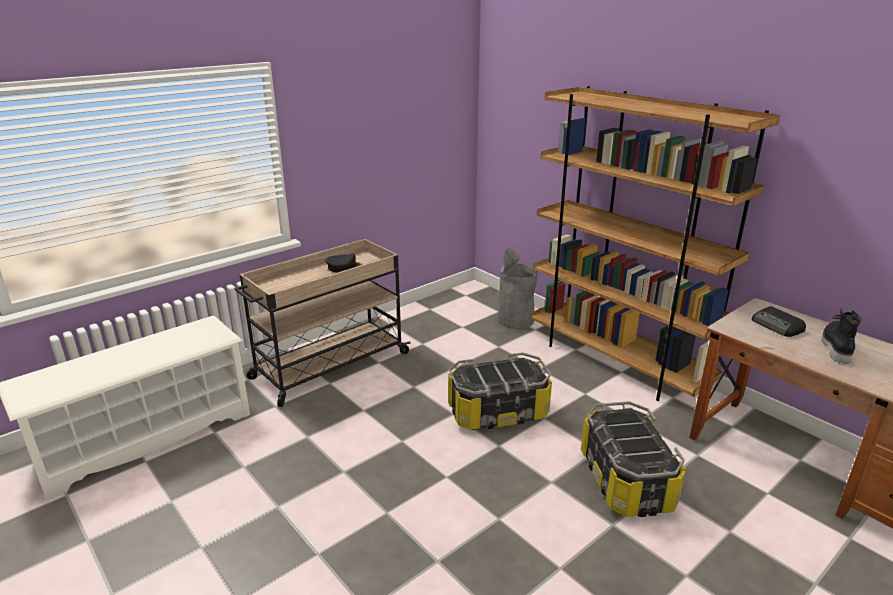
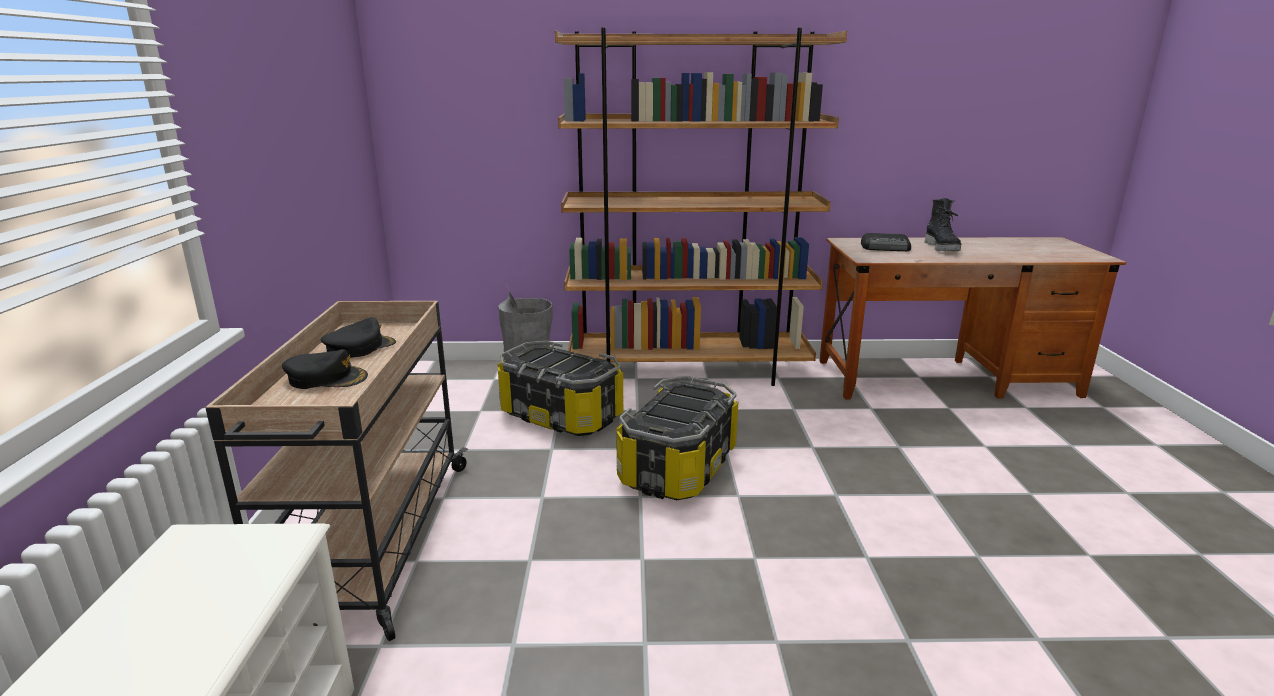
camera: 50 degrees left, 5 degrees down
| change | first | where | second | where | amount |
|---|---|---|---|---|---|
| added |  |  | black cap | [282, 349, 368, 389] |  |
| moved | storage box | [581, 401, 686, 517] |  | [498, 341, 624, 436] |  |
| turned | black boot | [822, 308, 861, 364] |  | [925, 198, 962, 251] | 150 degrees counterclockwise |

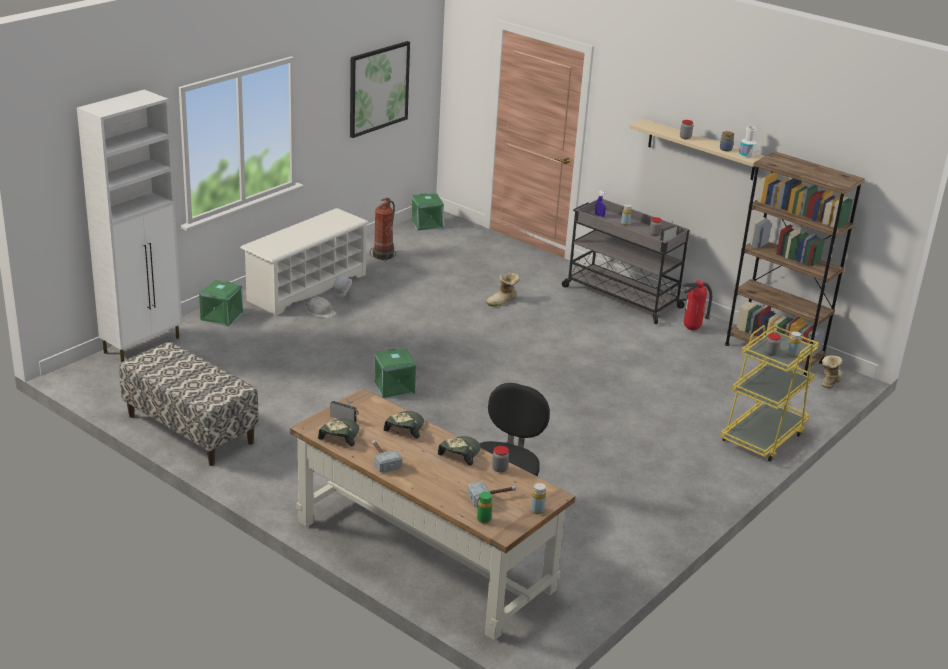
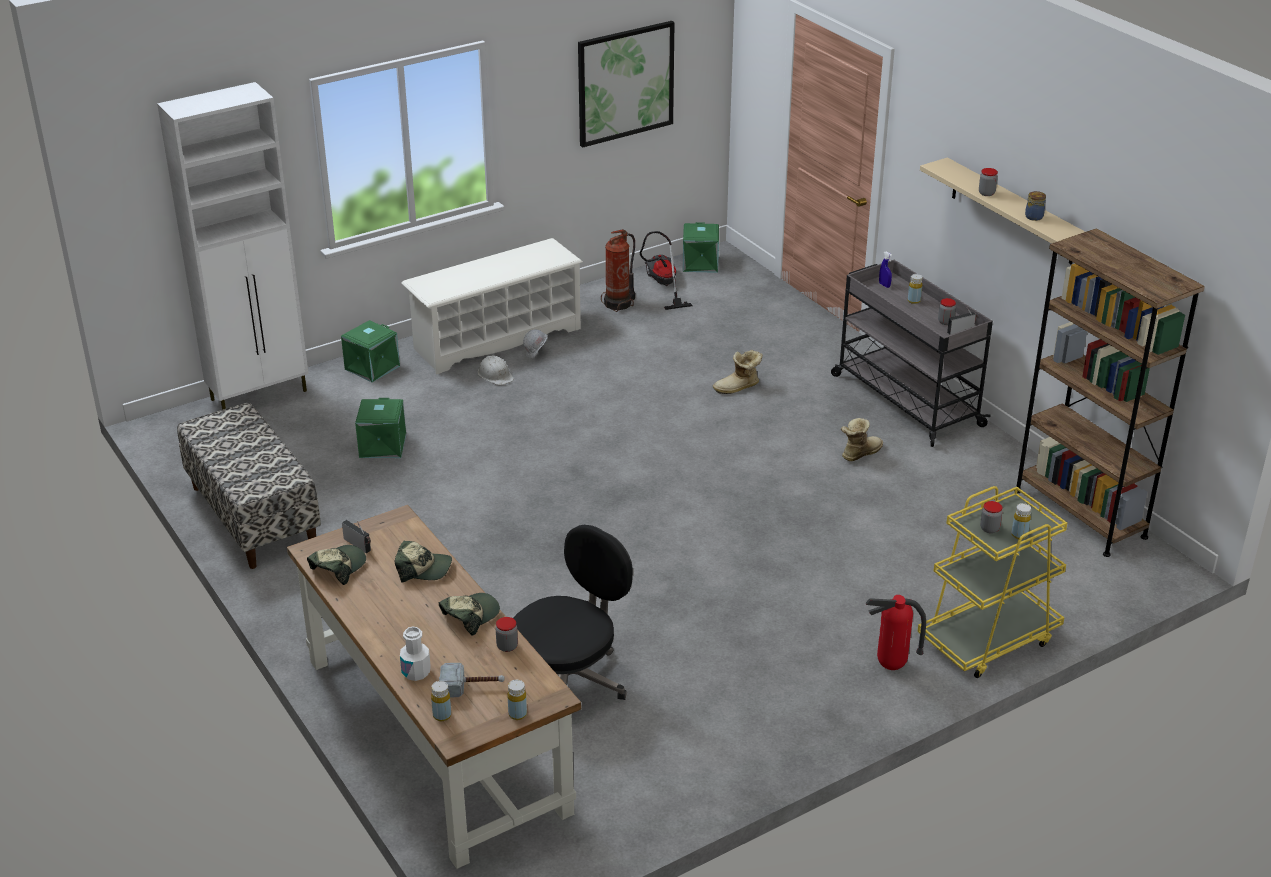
camera: 20 degrees right, 5 degrees up
| change | first | where | second | where | amount |
|---|---|---|---|---|---|
| moved | green storage box | [374, 349, 416, 398] |  | [355, 398, 406, 458] |  |
| turned | cap | [383, 411, 424, 439] |  | [395, 541, 452, 583] | 60 degrees clockwise |
| moved | white bottle | [739, 126, 757, 158] |  | [400, 627, 431, 681] |  |
| recoloured | green bottle | [477, 492, 492, 524] | yellow bottle | [431, 681, 451, 721] |  |
| added |  |  | vacuum cleaner | [640, 231, 692, 310] |  |
| moved | boot | [821, 355, 842, 389] |  | [841, 418, 883, 461] |  |
| moved | fire extinguisher | [683, 281, 712, 330] |  | [866, 595, 926, 670] |  |
| removed | hammer | [372, 440, 403, 473] |  |  |  |

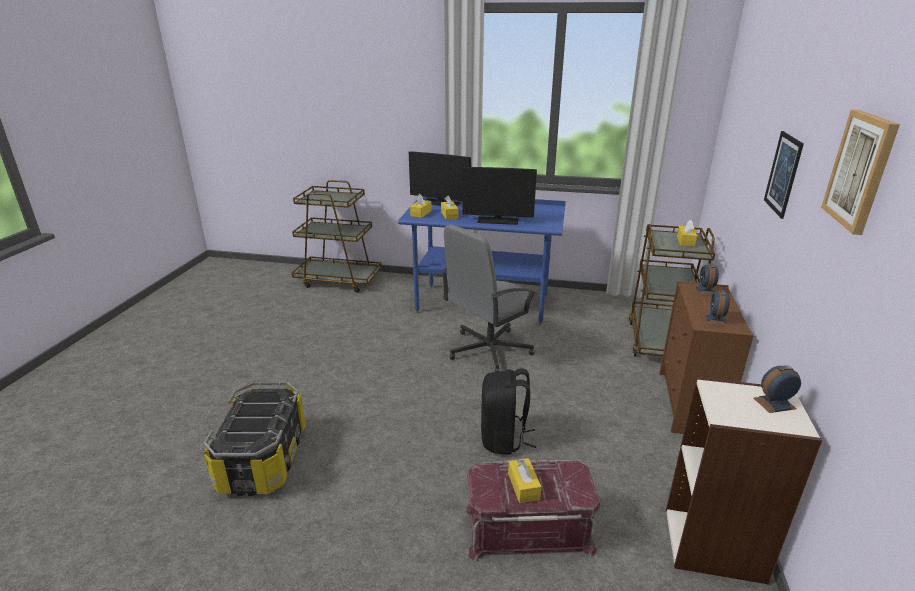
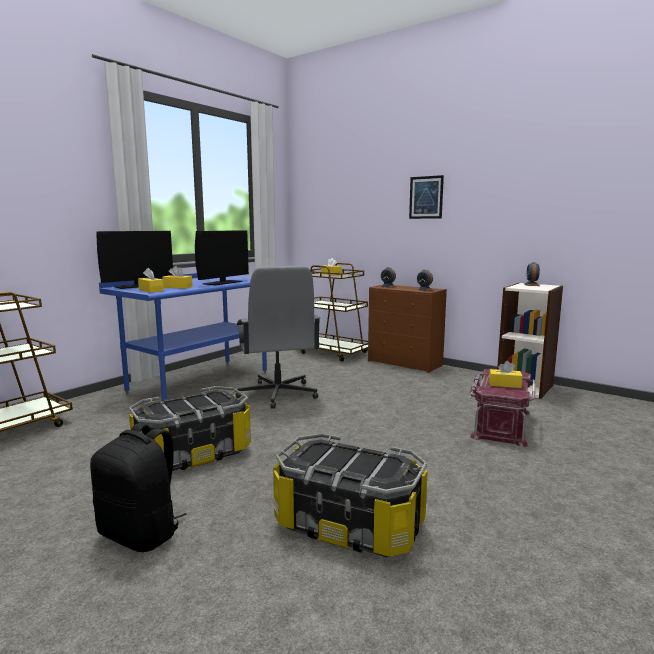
camera: 65 degrees left, 15 degrees down
| change | first | where | second | where | amount |
|---|---|---|---|---|---|
| moved | black backpack | [481, 368, 536, 455] |  | [90, 423, 187, 552] |  |
| added |  |  | storage box | [129, 386, 251, 471] |  |
| removed | picture | [821, 110, 900, 235] |  |  |  |

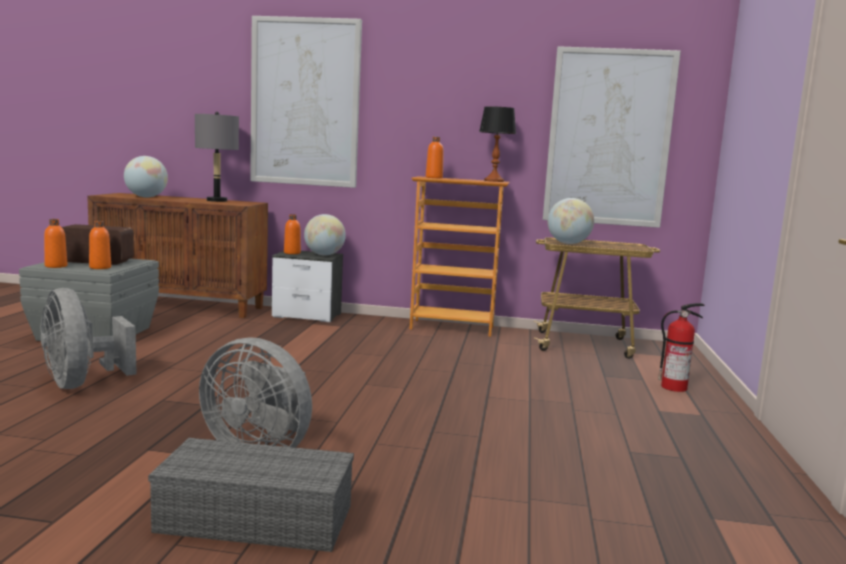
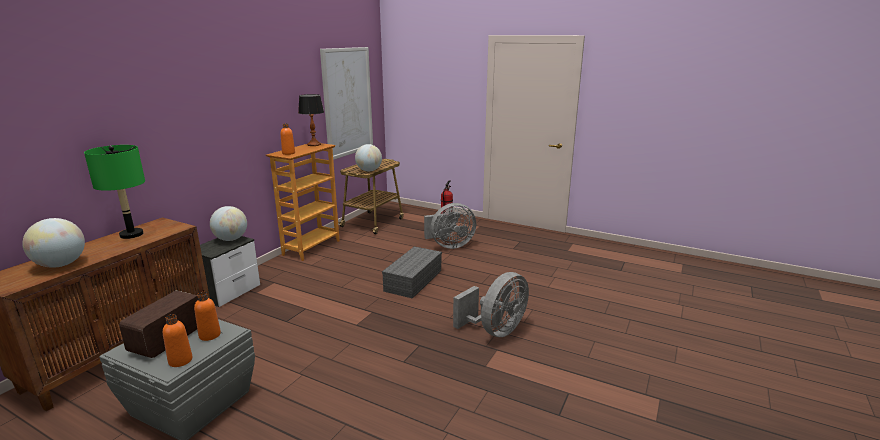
camera: 70 degrees left, 10 degrees up
| change | first | where | second | where | amount |
|---|---|---|---|---|---|
| recoloured | grey table lamp | [195, 112, 239, 202] | green table lamp | [84, 145, 145, 239] |  |
| moved | grey storage box | [148, 438, 354, 552] |  | [382, 247, 442, 299] |  |
| moved | grey fan | [40, 288, 137, 389] |  | [424, 203, 476, 249] |  |
| removed | picture | [250, 16, 362, 188] |  |  |  |
| removed | orange bottle | [284, 214, 301, 254] |  |  |  |

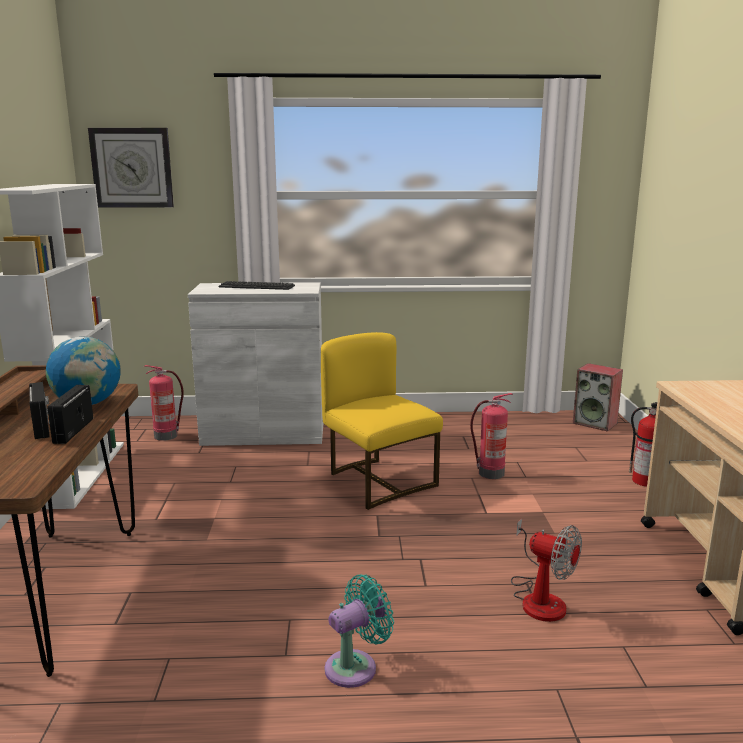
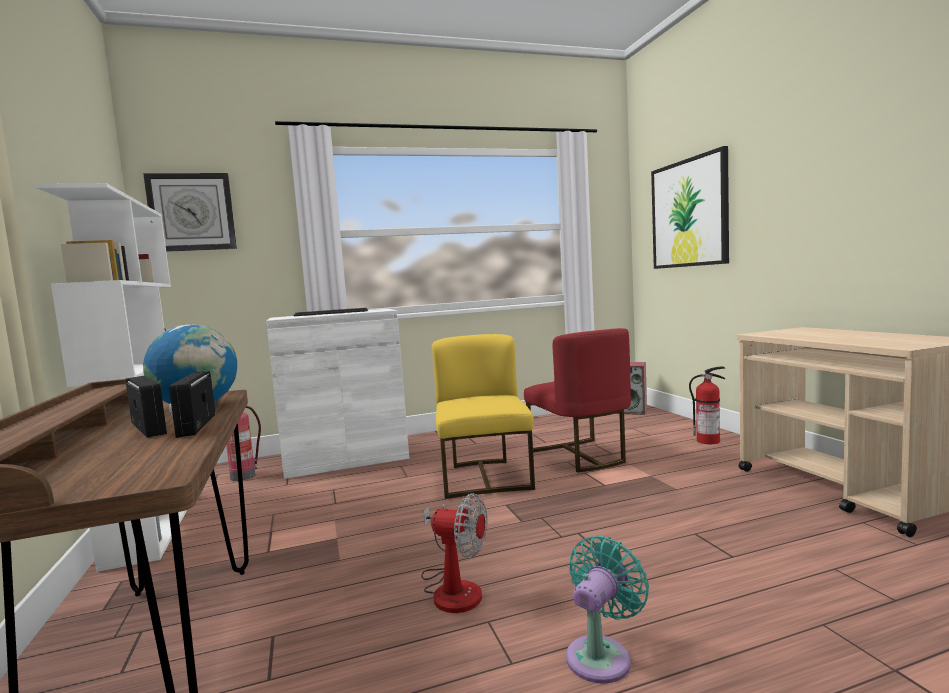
camera: 15 degrees left, 10 degrees down
| change | first | where | second | where | amount |
|---|---|---|---|---|---|
| moved | fan | [511, 519, 582, 622] |  | [421, 493, 487, 613] |  |
| turned | yellow chair | [321, 332, 443, 510] |  | [432, 334, 535, 499] | 45 degrees clockwise |
| replaced | fire extinguisher | [470, 393, 513, 479] | red chair | [524, 328, 631, 473] |  |
| added |  |  | picture | [651, 146, 729, 269] |  |

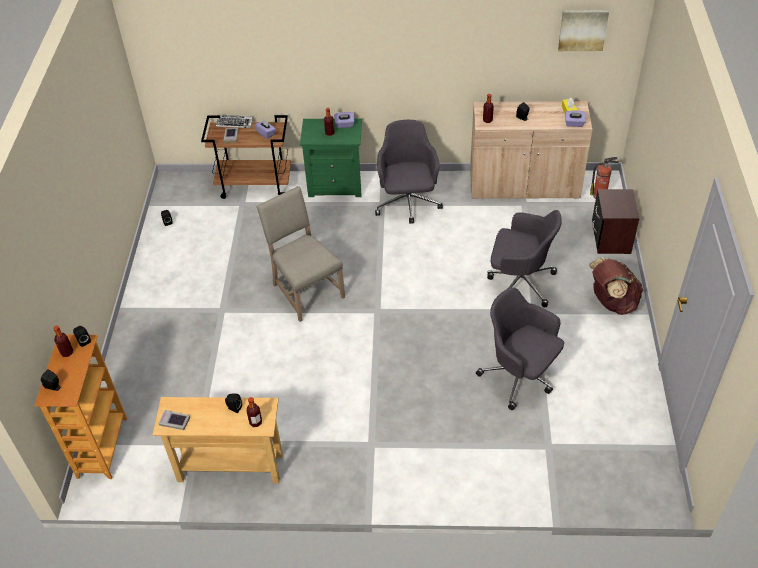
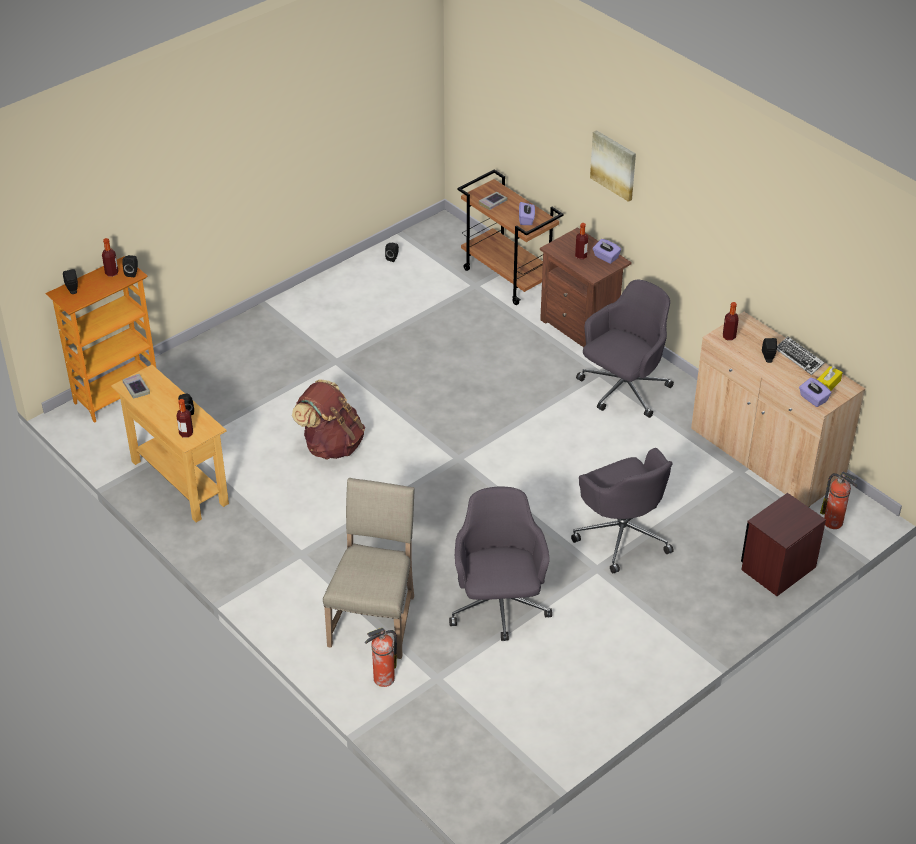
camera: 45 degrees right, 5 degrees down
| change | first | where | second | where | amount |
|---|---|---|---|---|---|
| moved | brown backpack | [589, 257, 644, 315] |  | [292, 379, 365, 460] |  |
| moved | beige chair | [257, 186, 345, 322] |  | [323, 478, 415, 659] |  |
| added |  |  | fire extinguisher | [365, 628, 397, 687] |  |
| recoloured | green nightstand | [300, 118, 362, 197] | brown nightstand | [540, 227, 632, 348] |  |
| moved | picture | [558, 10, 609, 51] |  | [590, 130, 636, 202] |  |
| moved | keyboard | [216, 115, 252, 128] |  | [777, 336, 824, 375] |  |

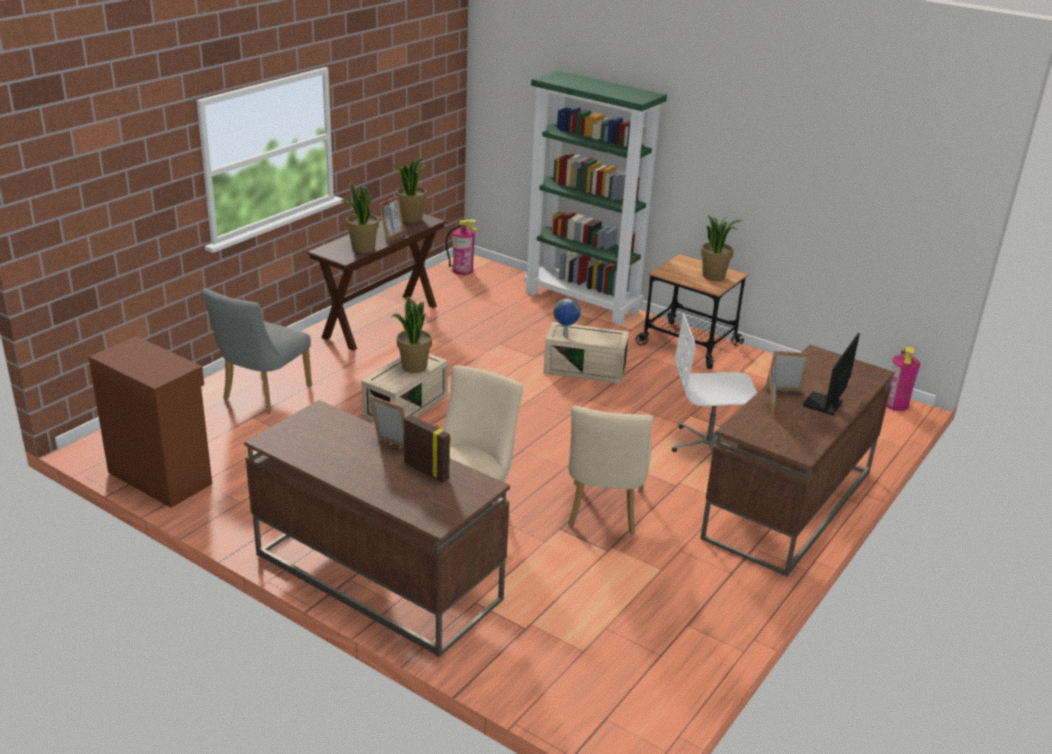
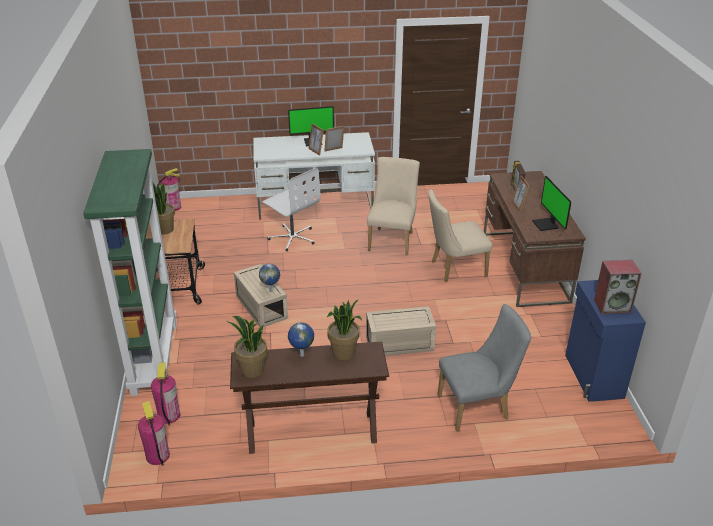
camera: 130 degrees left, 5 degrees up
| change | first | where | second | where | amount |
|---|---|---|---|---|---|
| added |  |  | fire extinguisher | [151, 362, 180, 425] |  |
| recoloured | brown desk | [700, 345, 895, 577] | white desk | [253, 132, 375, 220] |  |
| replaced | picture frame | [380, 196, 405, 242] | globe | [288, 322, 314, 357] |  |
| turned | beige chair | [568, 406, 654, 535] |  | [367, 157, 420, 256] | 45 degrees counterclockwise |
| added |  |  | monitor | [532, 176, 571, 231] |  |
| recoloured | brown cabinet | [89, 336, 212, 508] | blue cabinet | [565, 280, 646, 402] |  |
| added |  |  | speaker | [594, 260, 642, 314] |  |
| removed | potted plant | [392, 296, 432, 373] |  |  |  |

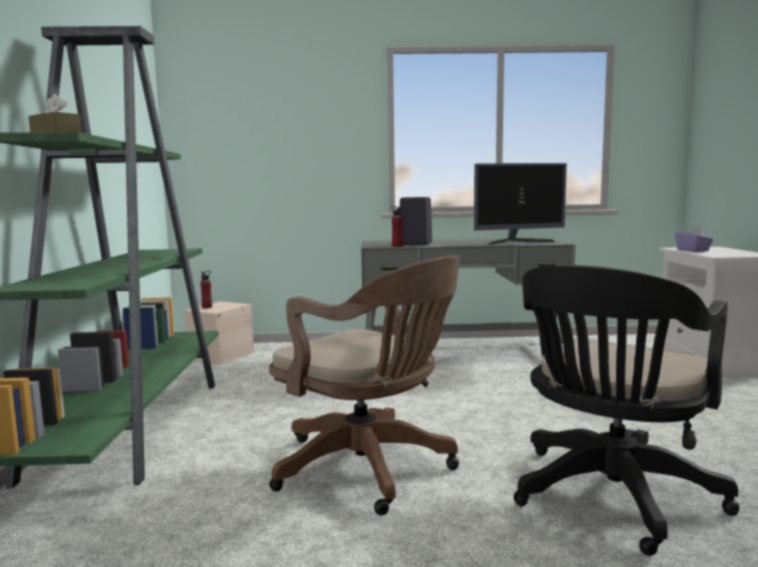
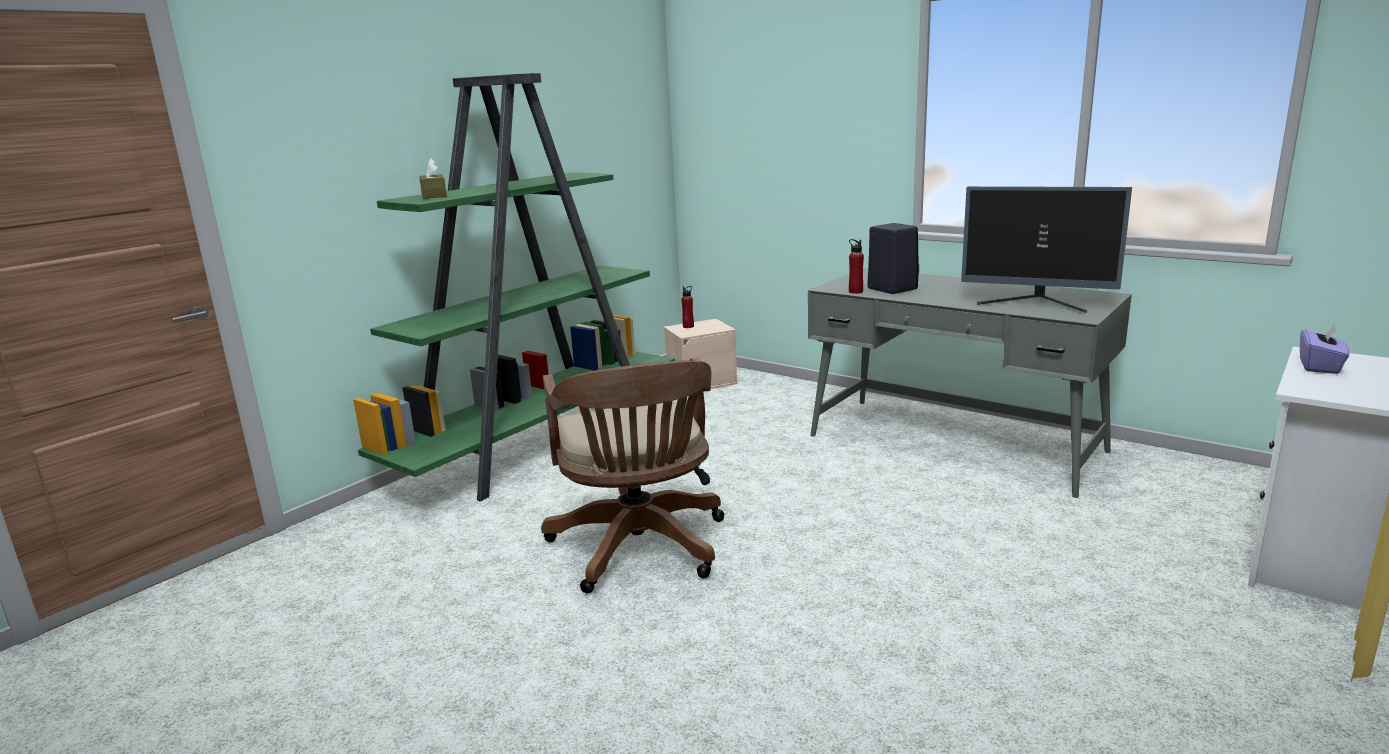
camera: 40 degrees right, 10 degrees up
| change | first | where | second | where | amount |
|---|---|---|---|---|---|
| removed | black office chair | [514, 265, 740, 556] |  |  |  |

